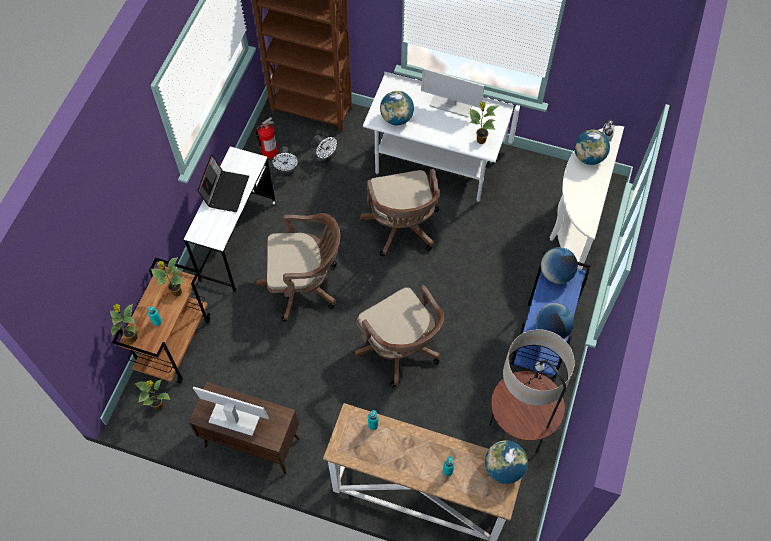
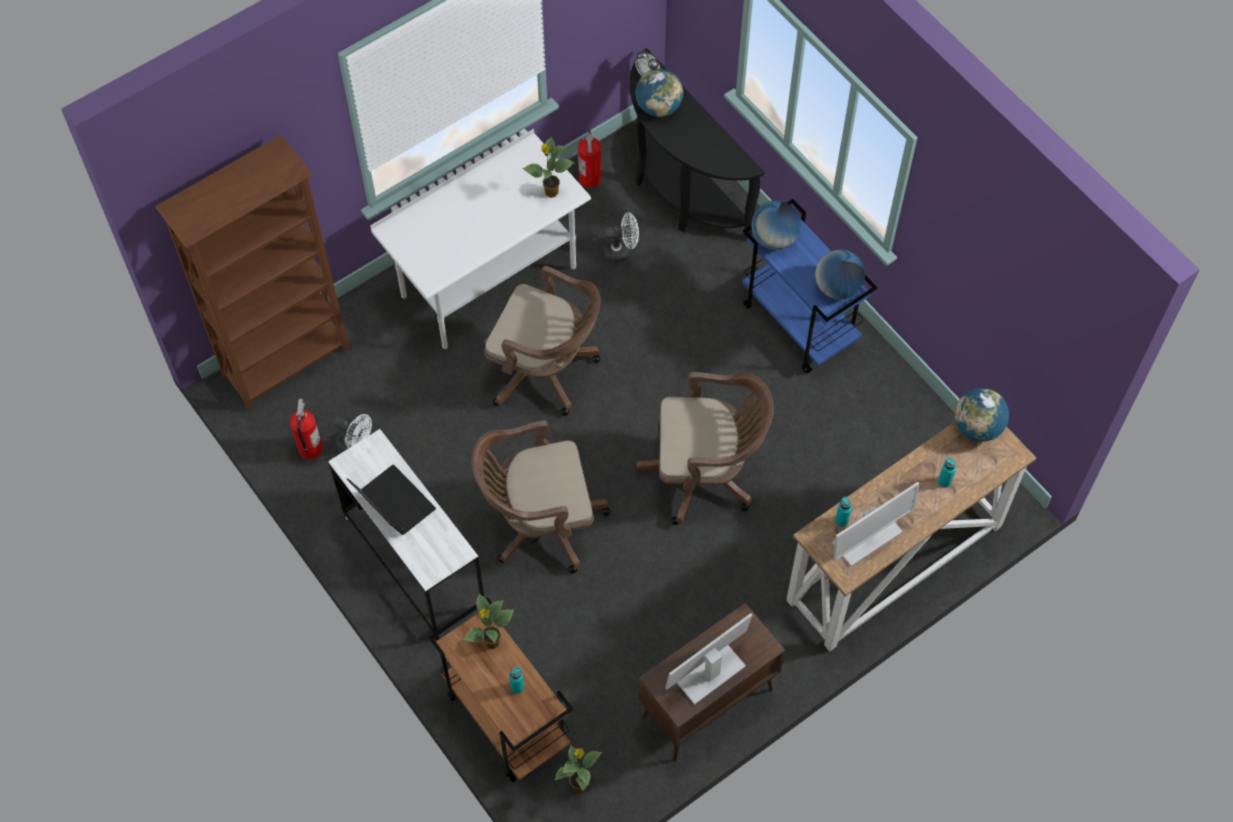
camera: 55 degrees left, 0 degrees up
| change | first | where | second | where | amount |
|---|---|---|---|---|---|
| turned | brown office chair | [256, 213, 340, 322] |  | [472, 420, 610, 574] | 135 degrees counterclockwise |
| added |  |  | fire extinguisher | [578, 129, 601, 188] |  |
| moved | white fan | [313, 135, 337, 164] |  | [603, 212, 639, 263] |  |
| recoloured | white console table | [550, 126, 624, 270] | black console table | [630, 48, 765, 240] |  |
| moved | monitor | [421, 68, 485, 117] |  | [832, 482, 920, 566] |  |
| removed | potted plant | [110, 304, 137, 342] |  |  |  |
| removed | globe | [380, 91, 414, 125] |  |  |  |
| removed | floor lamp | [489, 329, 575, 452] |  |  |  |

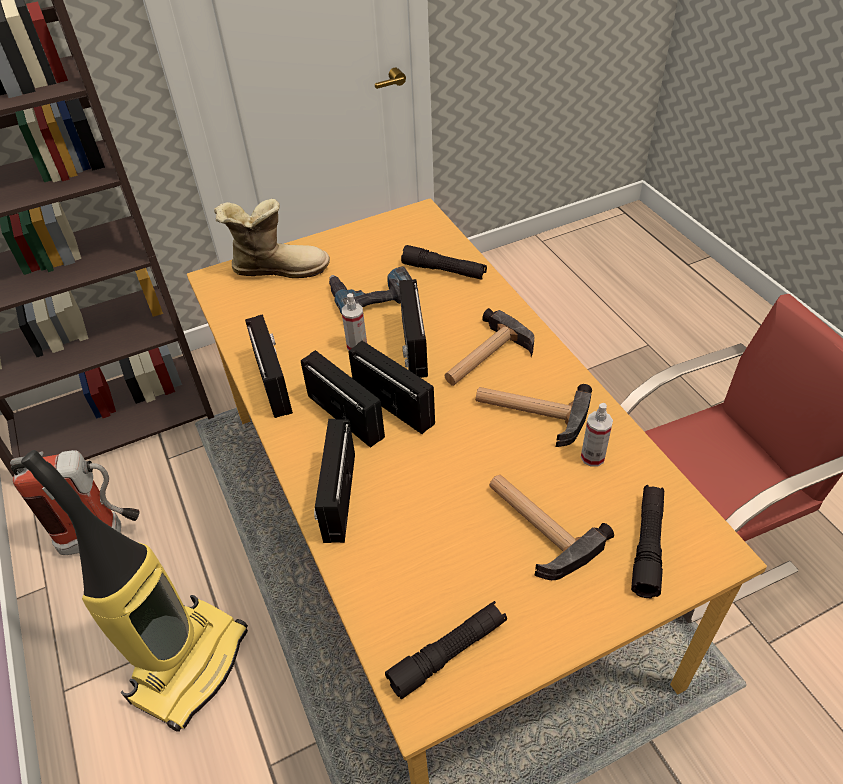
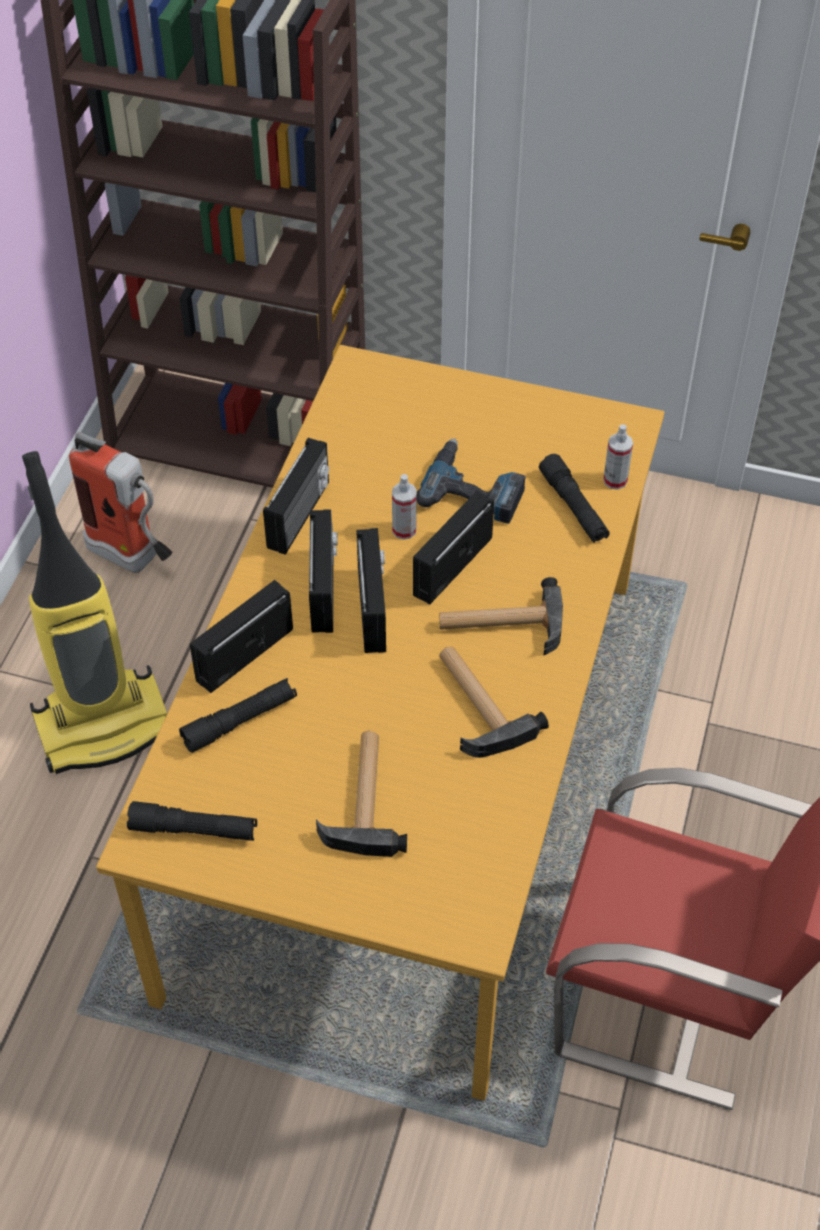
camera: 40 degrees right, 5 degrees up
| change | first | where | second | where | amount |
|---|---|---|---|---|---|
| moved | black flashlight | [631, 485, 664, 598] |  | [179, 678, 297, 753] |  |
| moved | spray bottle | [581, 403, 613, 467] |  | [603, 424, 633, 490] |  |
| removed | boot | [214, 199, 330, 278] |  |  |  |

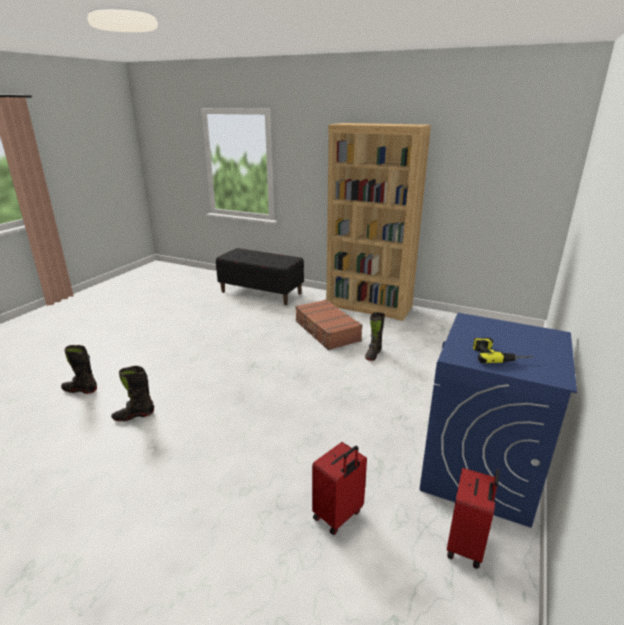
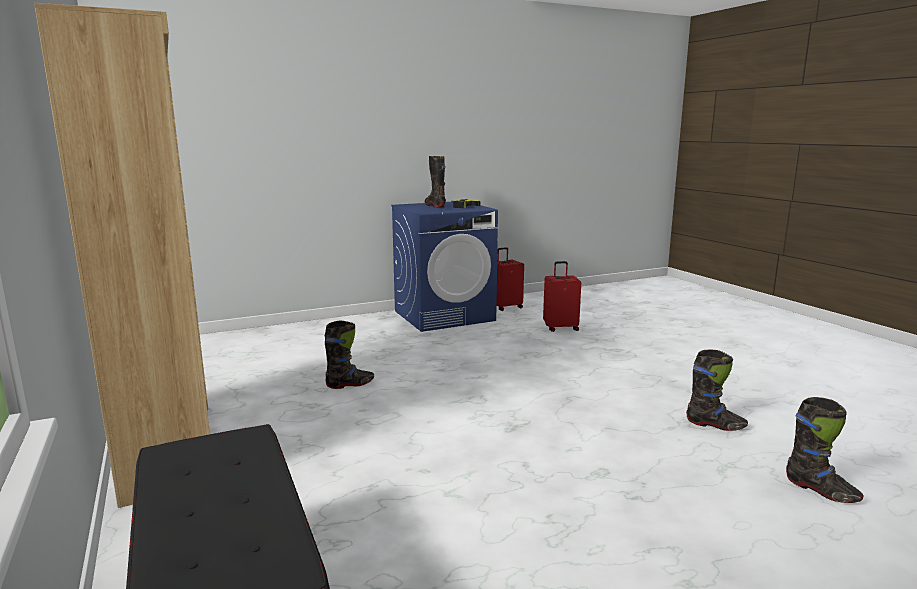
camera: 140 degrees left, 10 degrees down
| change | first | where | second | where | amount |
|---|---|---|---|---|---|
| added |  |  | black boot | [425, 156, 446, 208] |  |
| removed | brown suitcase | [295, 299, 363, 350] |  |  |  |

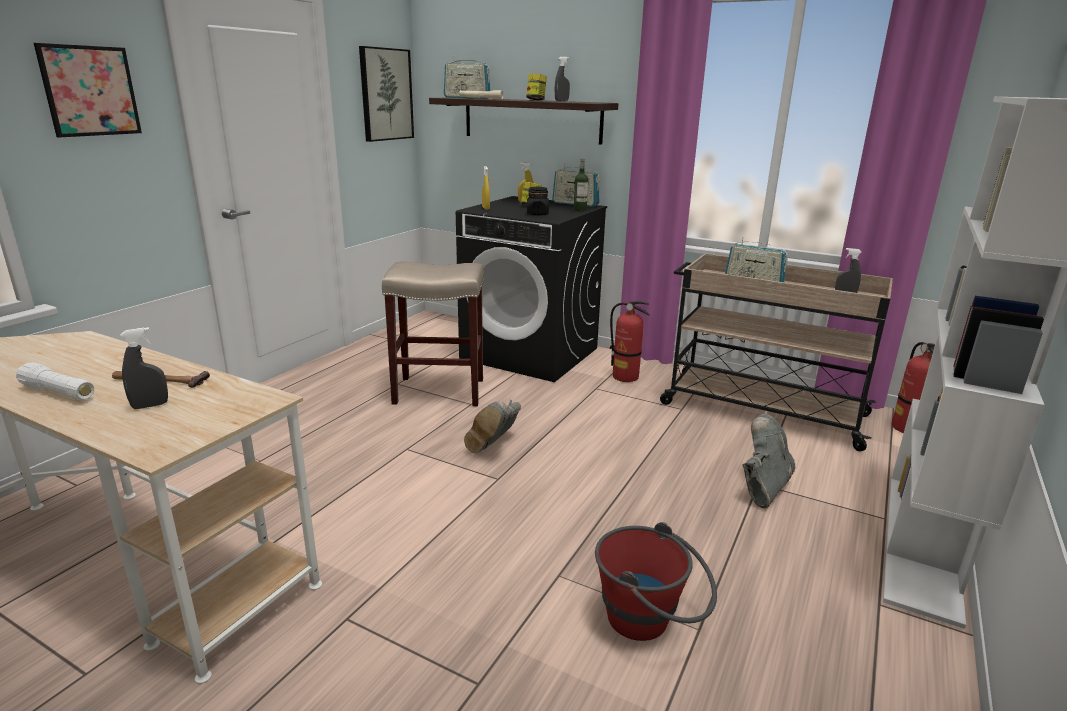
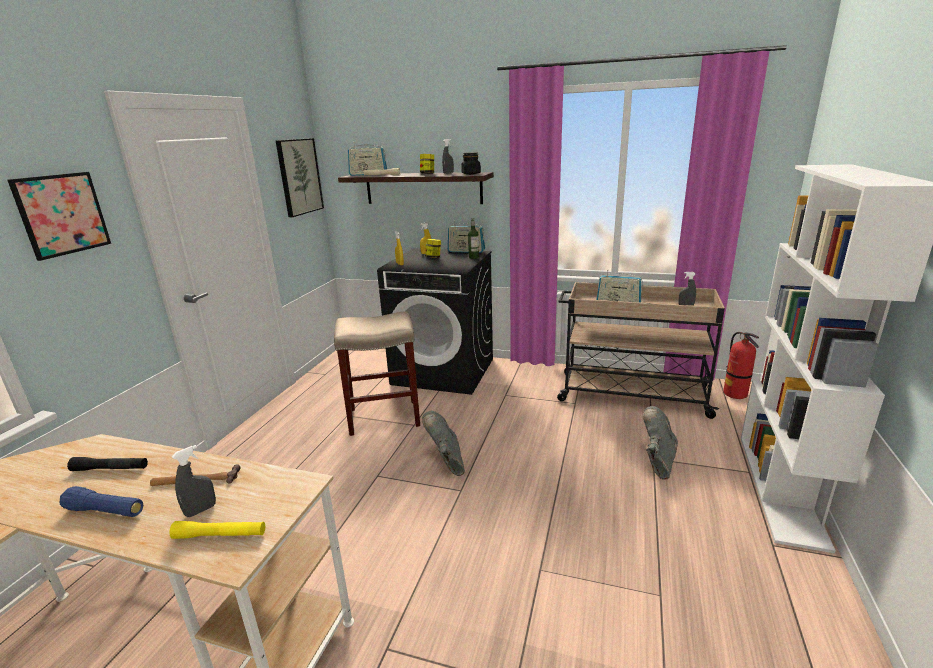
camera: 10 degrees left, 0 degrees up
| change | first | where | second | where | amount |
|---|---|---|---|---|---|
| recoloured | white flashlight | [16, 362, 94, 400] | blue flashlight | [60, 486, 143, 517] |  |
| added |  |  | black flashlight | [67, 457, 148, 471] |  |
| added |  |  | yellow flashlight | [169, 521, 265, 539] |  |
| turned | grey boot | [464, 400, 521, 454] |  | [422, 411, 465, 476] | 150 degrees clockwise |
| moved | black jar | [527, 187, 549, 215] |  | [461, 152, 481, 175] |  |
| removed | red bucket | [595, 522, 717, 641] |  |  |  |
| removed | fire extinguisher | [610, 301, 650, 382] |  |  |  |

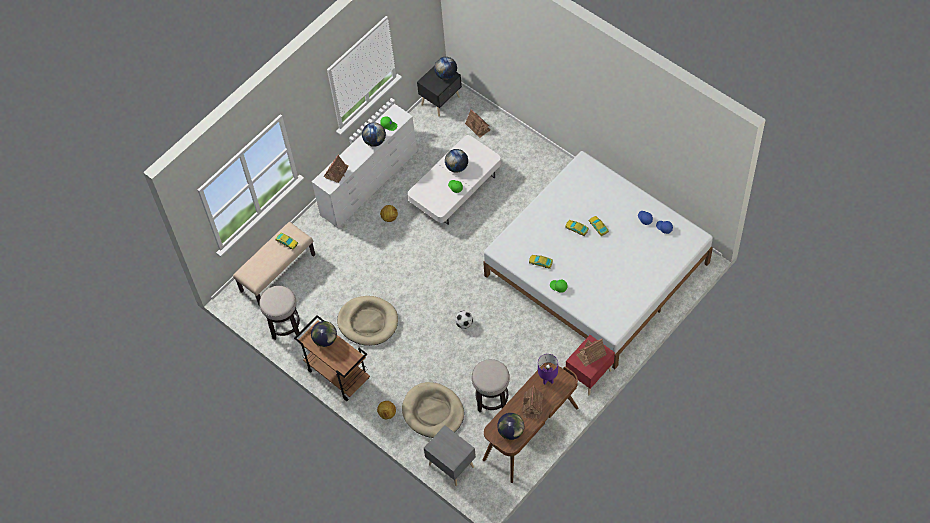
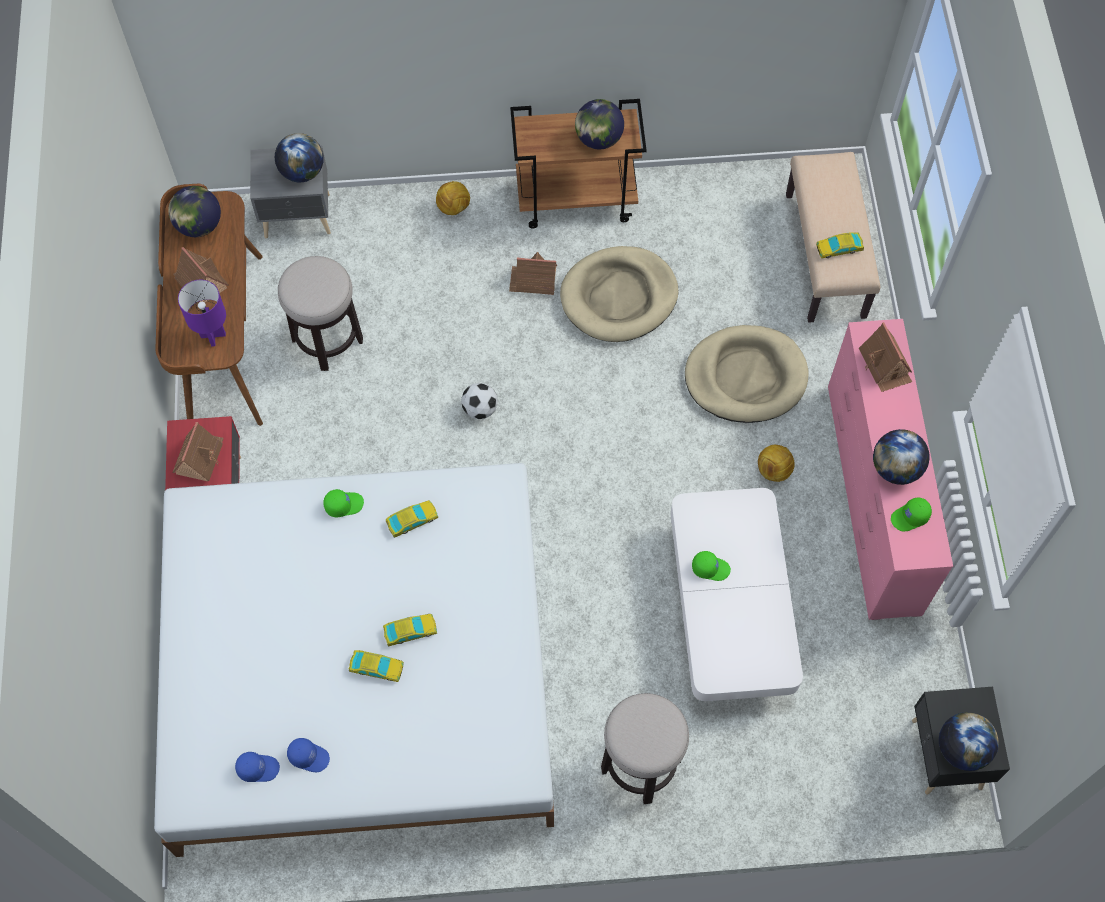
camera: 130 degrees right, 5 degrees up
| change | first | where | second | where | amount |
|---|---|---|---|---|---|
| moved | globe | [445, 149, 468, 173] |  | [275, 133, 324, 182] |  |
| moved | toy house | [465, 109, 491, 137] |  | [509, 252, 557, 295] |  |
| moved | stool | [259, 286, 300, 340] |  | [601, 693, 689, 804] |  |
| moved | beige dog bed | [402, 382, 464, 438] |  | [685, 325, 809, 423] |  |
| recoloured | white dresser | [312, 104, 417, 228] | pink dresser | [828, 319, 953, 620] |  |

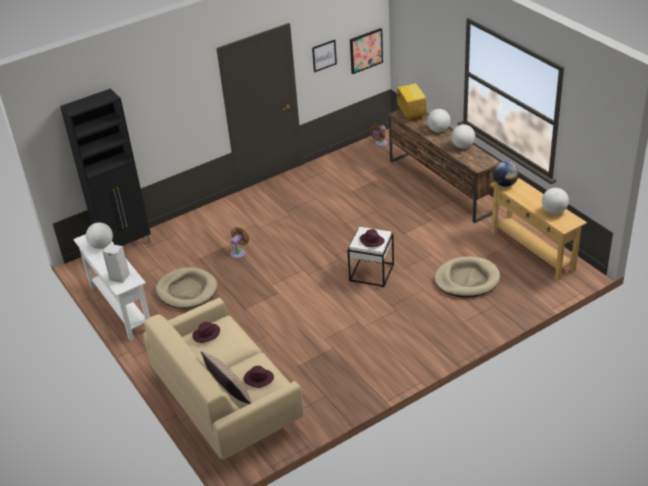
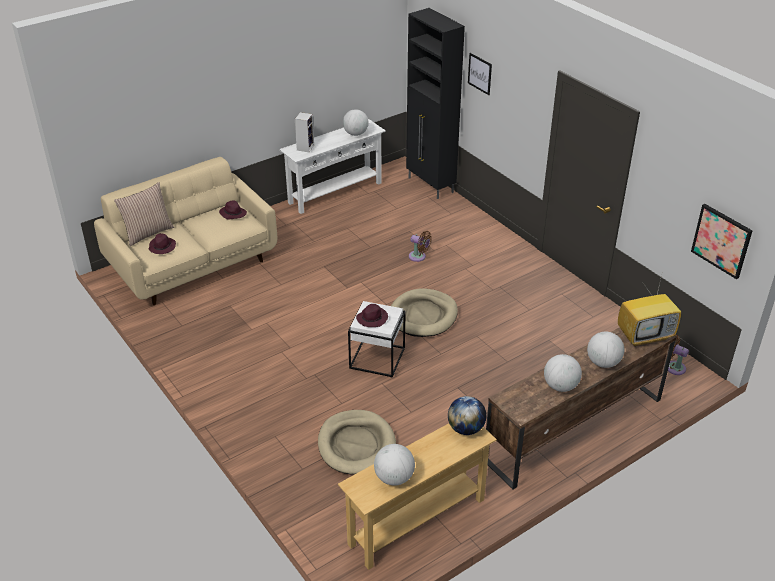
camera: 85 degrees right, 0 degrees up
| change | first | where | second | where | amount |
|---|---|---|---|---|---|
| moved | beige dog bed | [156, 267, 218, 309] |  | [391, 289, 458, 337] |  |
| moved | picture | [312, 40, 337, 72] |  | [468, 53, 492, 95] |  |

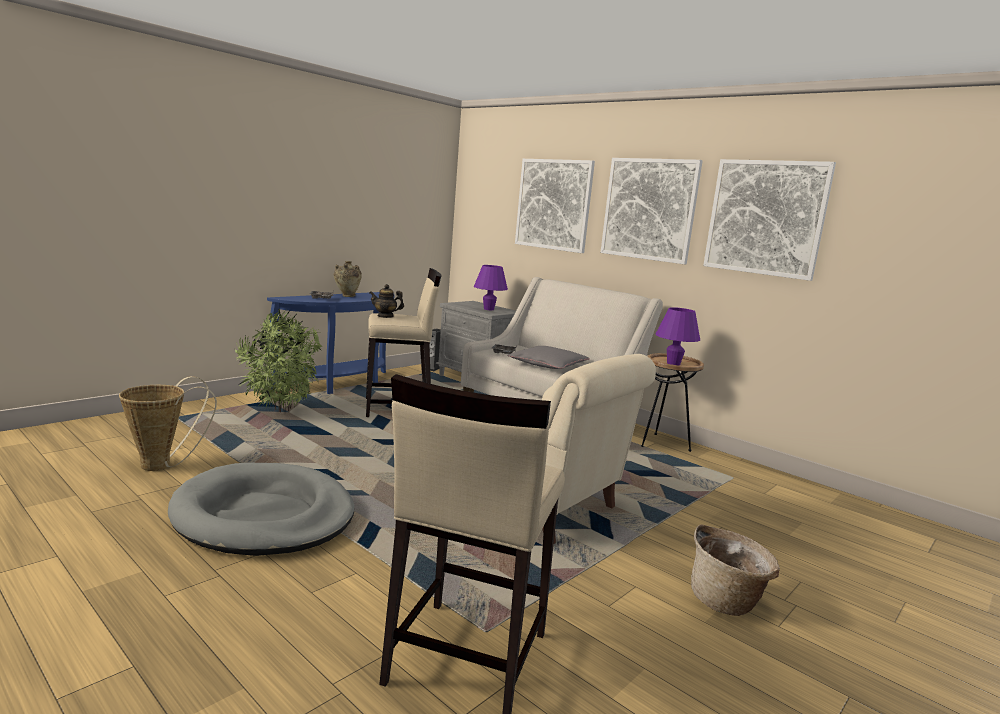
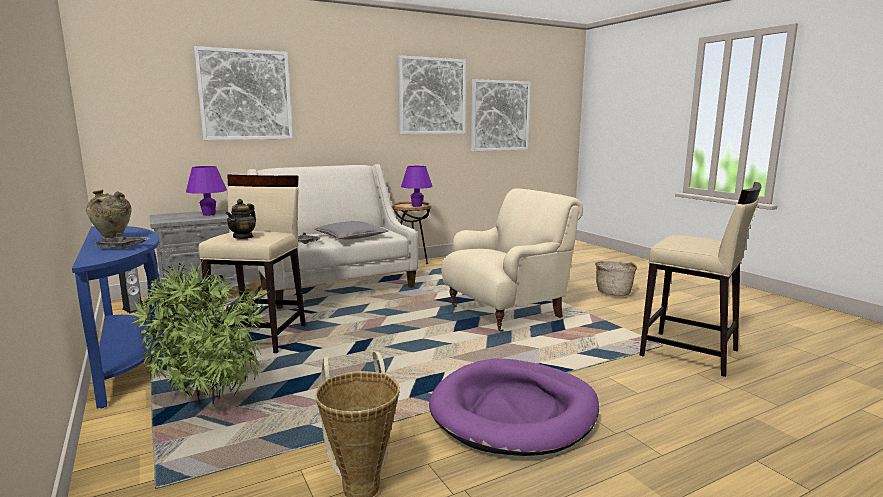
camera: 70 degrees left, 0 degrees up
| change | first | where | second | where | amount |
|---|---|---|---|---|---|
| recoloured | grey dog bed | [168, 463, 354, 556] | purple dog bed | [429, 358, 599, 456] |  |
| moved | picture | [600, 158, 703, 264] |  | [471, 79, 531, 151] |  |

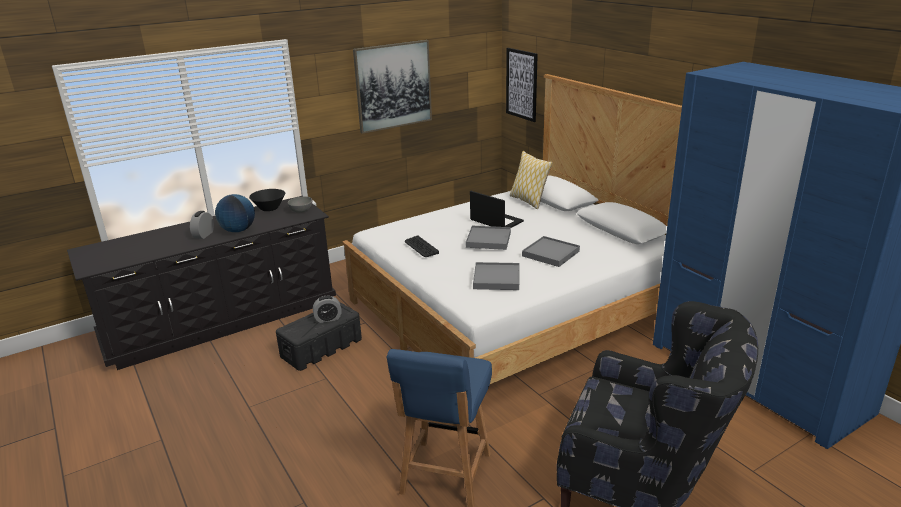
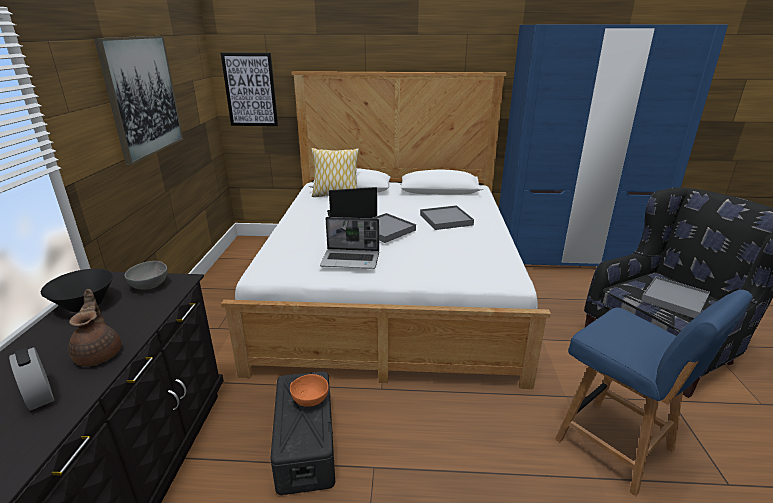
camera: 55 degrees left, 0 degrees up
| change | first | where | second | where | amount |
|---|---|---|---|---|---|
| replaced | globe | [215, 194, 255, 232] | brown teapot | [69, 289, 121, 366] |  |
| replaced | alarm clock | [313, 296, 342, 323] | orange bowl | [290, 374, 329, 407] |  |
| replaced | keyboard | [405, 236, 439, 257] | laptop | [320, 217, 379, 269] |  |
| moved | grey tray | [473, 262, 520, 290] |  | [641, 276, 710, 318] |  |

